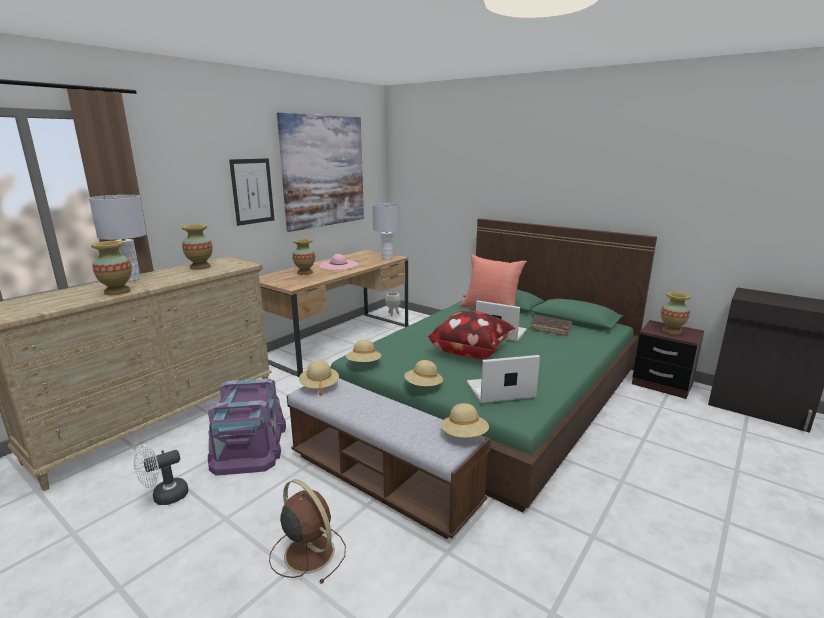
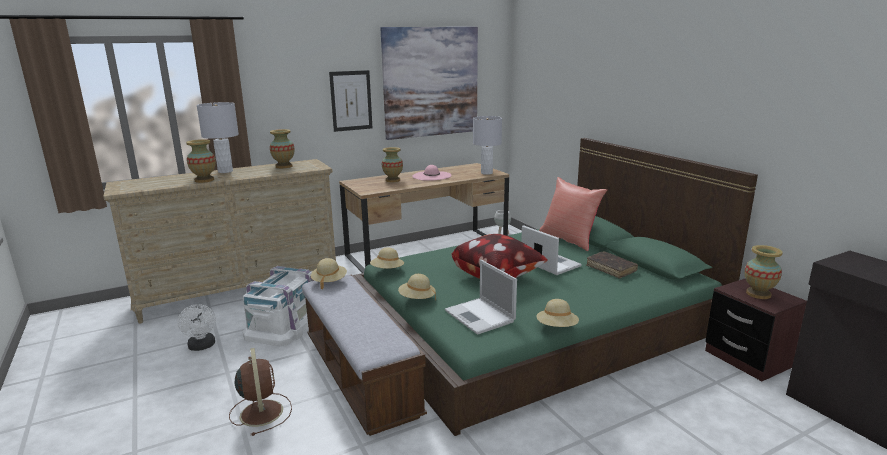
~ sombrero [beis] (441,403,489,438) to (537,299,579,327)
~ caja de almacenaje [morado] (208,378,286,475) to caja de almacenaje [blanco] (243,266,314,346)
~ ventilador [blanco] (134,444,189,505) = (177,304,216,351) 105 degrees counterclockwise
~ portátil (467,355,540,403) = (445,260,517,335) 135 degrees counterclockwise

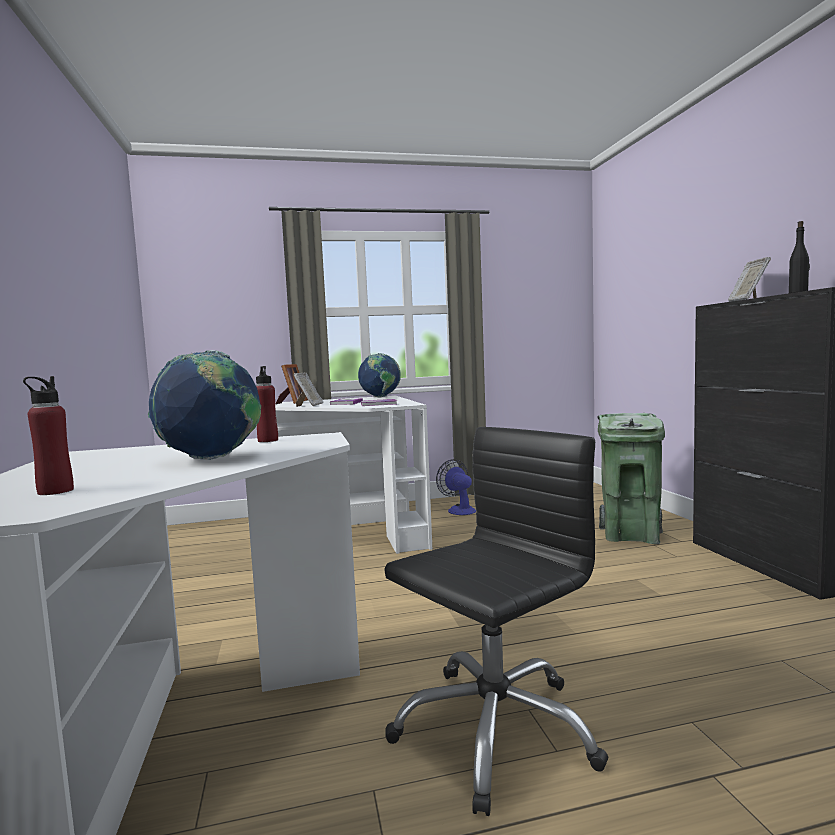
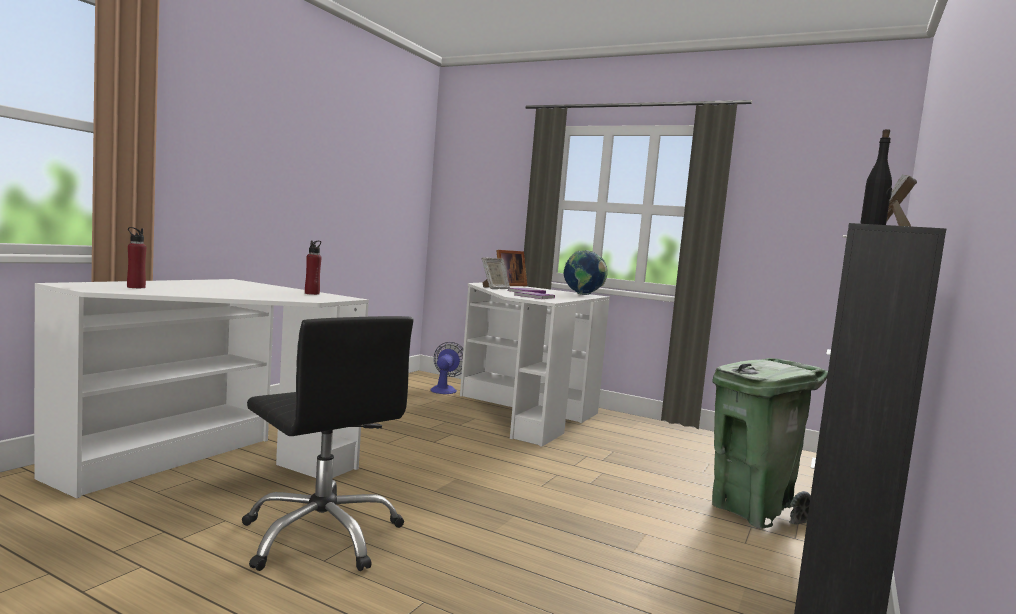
- globo terráqueo (148,350,261,460)
~ ventilador (436,459,476,515) to (430,342,463,394)
~ silla de oficina [negro] (384,427,609,816) = (242,316,413,571) 45 degrees clockwise

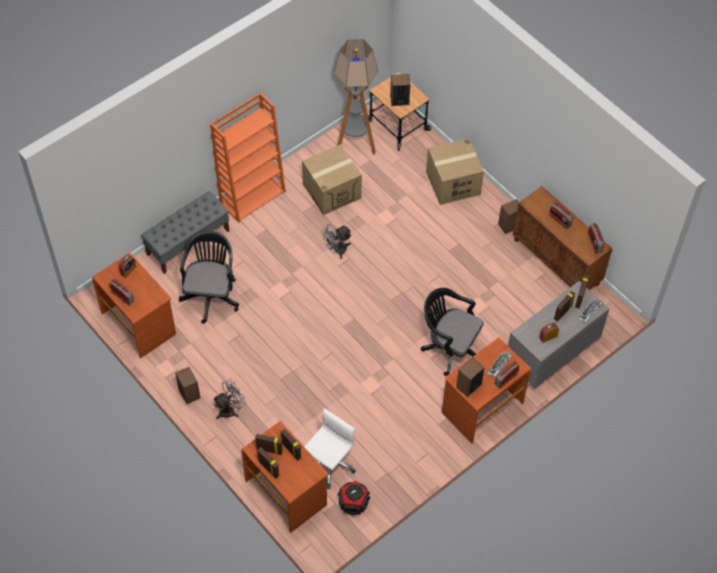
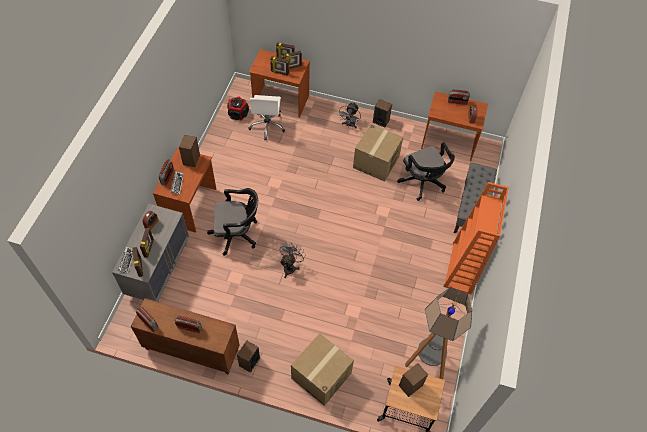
~ caja de cartón (302,144,362,215) to (353,124,403,182)
~ ventilador [gris] (321,224,352,259) to (280,242,306,278)

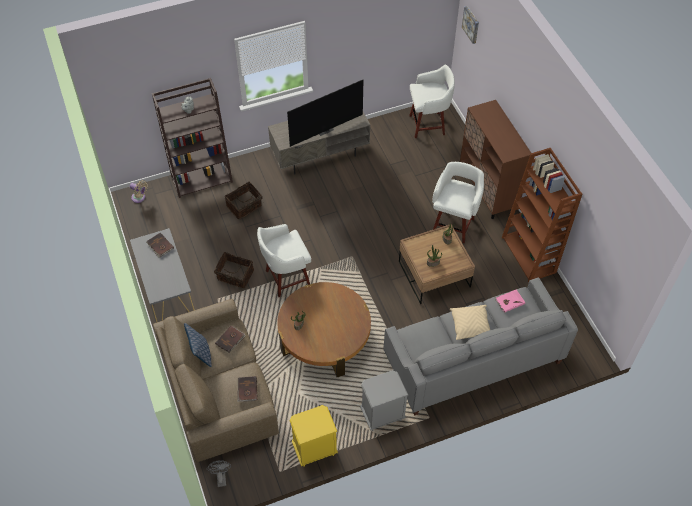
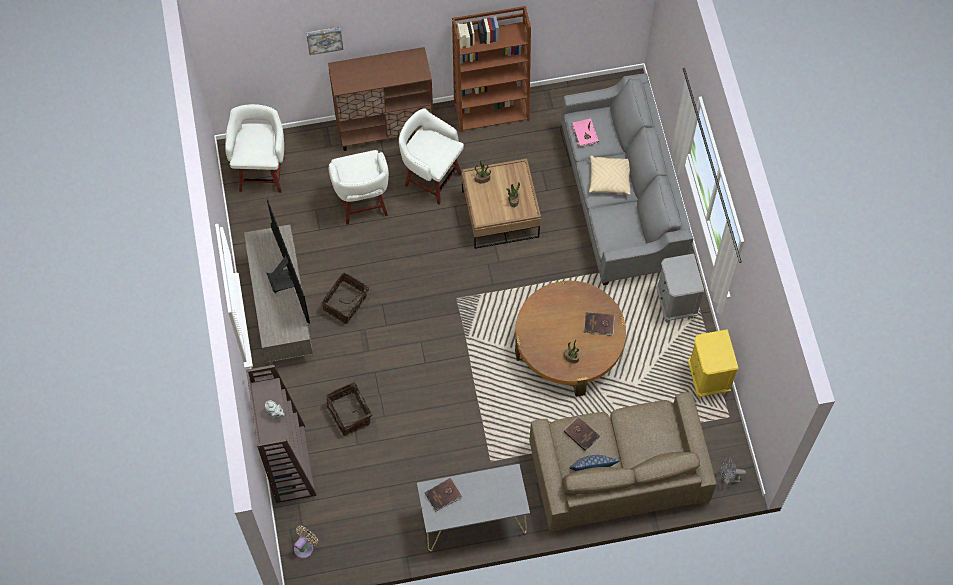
~ cesta (214,252,254,288) to (322,272,374,324)
~ libro [marrón] (237,376,258,402) to (584,313,615,336)
~ taburete [blanco] (257,224,311,297) to (329,150,389,225)
~ cuadro (462,6,479,44) to (306,27,343,55)

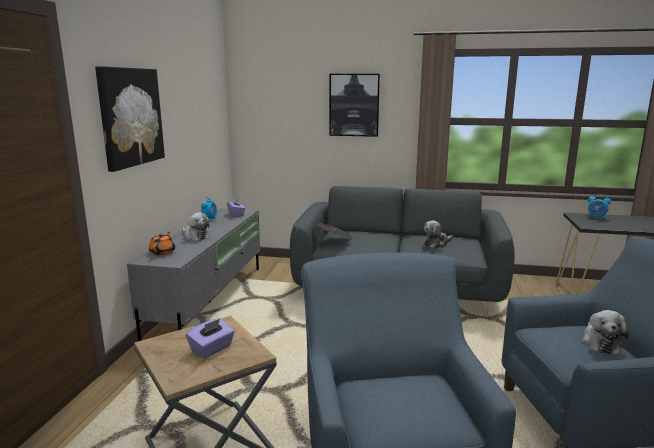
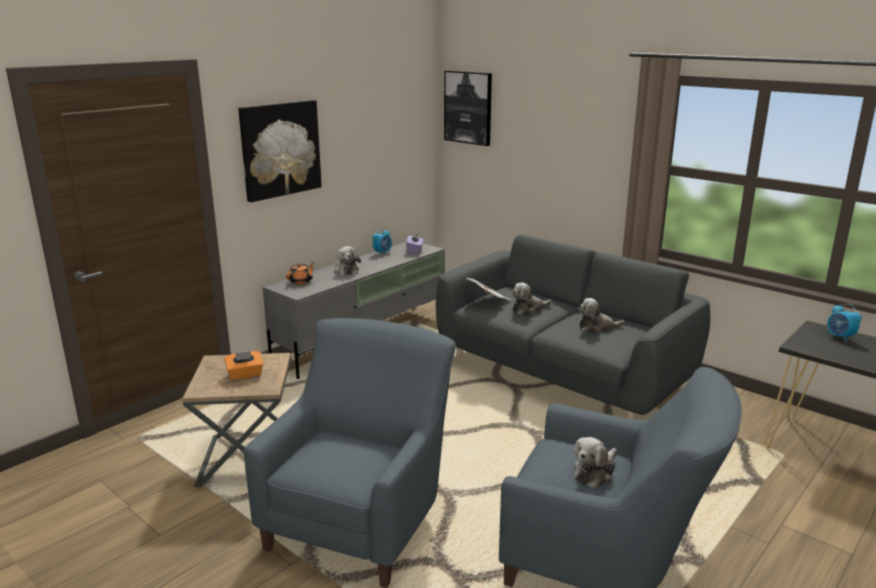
+ peluche (512,283,551,315)
~ cuadro (330,74,380,137) to (444,71,492,146)
~ caja de pañuelos [morado] (186,318,235,358) to caja de pañuelos [naranja] (224,351,263,381)

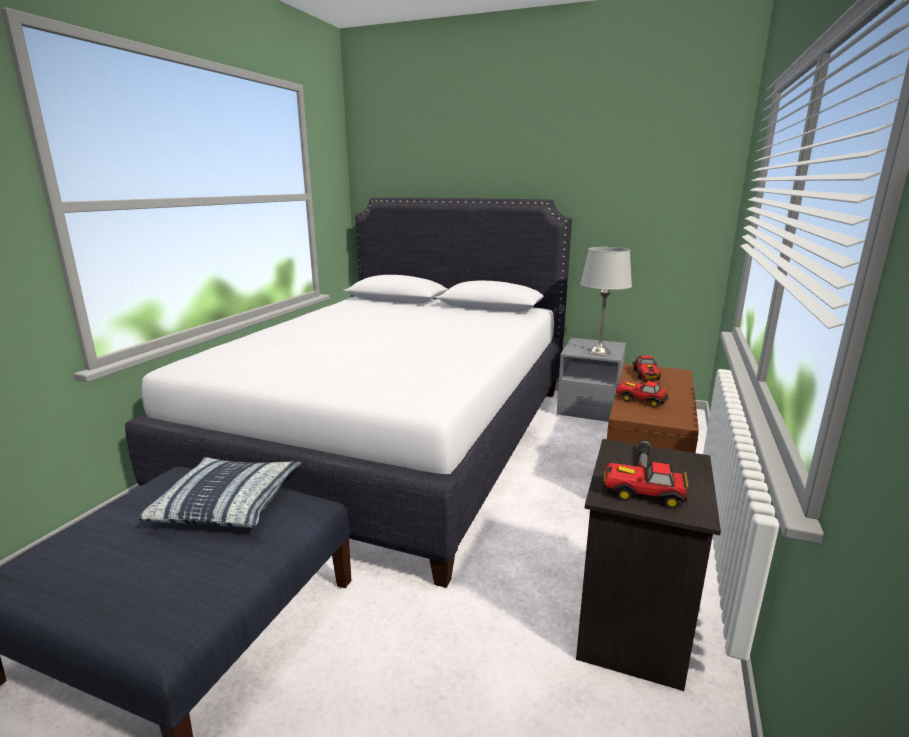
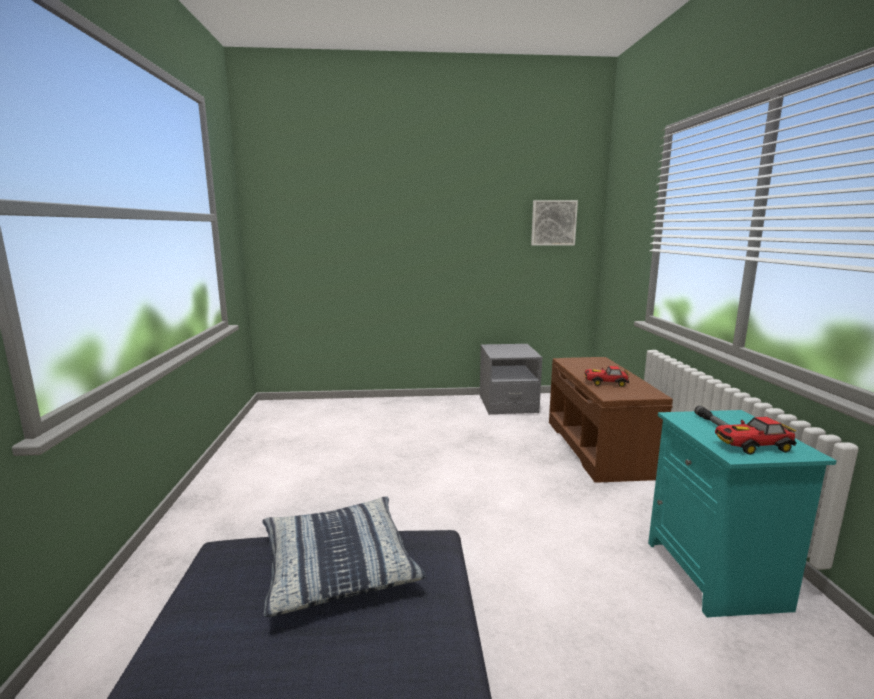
- cama [blanco] (125,198,572,588)
- lámpara de mesa [gris] (580,247,632,355)
- coche de juguete (633,356,661,379)
+ cuadro (531,200,578,246)
~ mesita de noche [negro] (576,439,721,691) to mesita de noche [turquesa] (648,410,837,618)

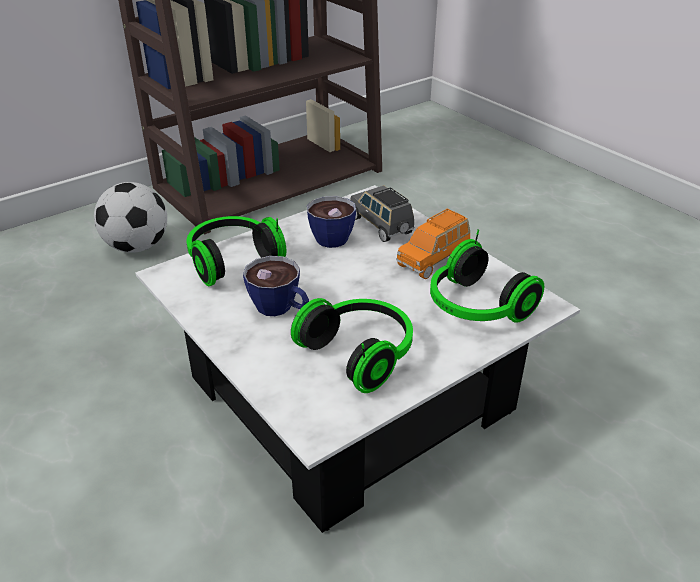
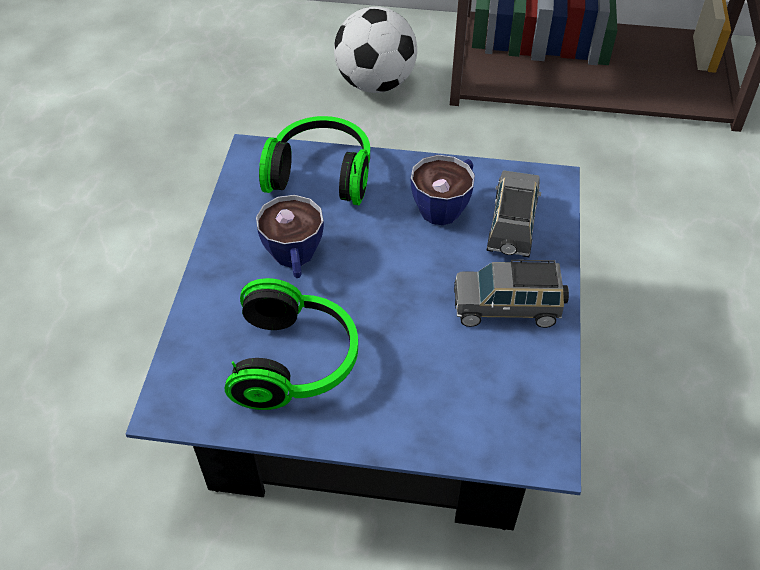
- auriculares (430,230,544,323)
~ mesa de centro [blanco] (135,185,580,533) to mesa de centro [azul] (126,134,581,530)
~ coche de juguete [naranja] (396,208,470,279) to coche de juguete [gris] (454,260,569,328)

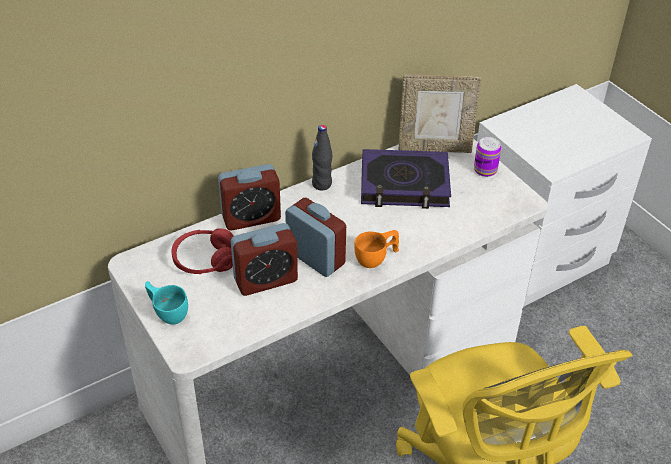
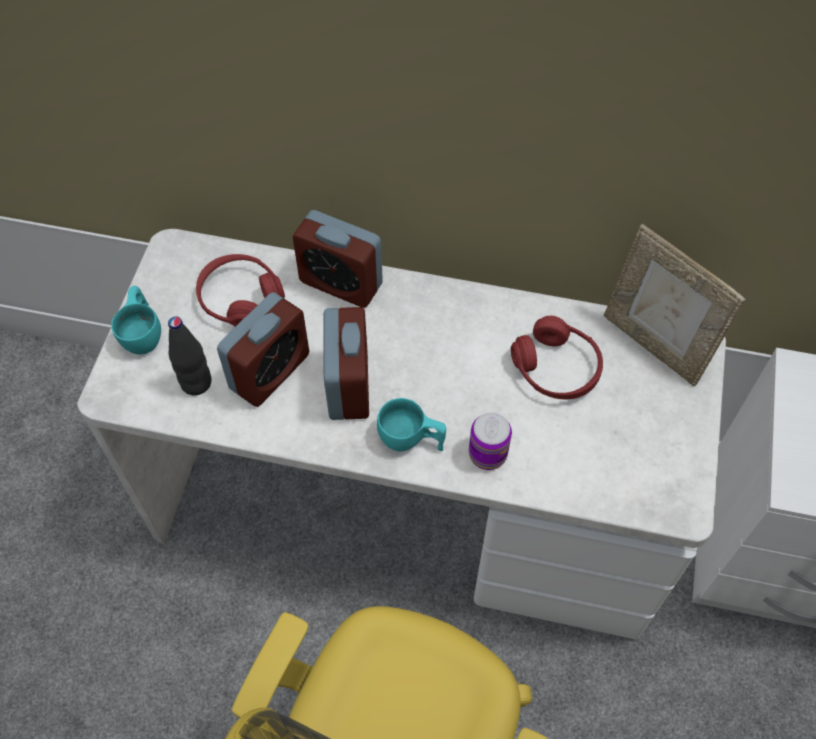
~ botella [negro] (312,125,332,190) to (168,316,211,396)
~ lata (474,137,501,177) to (469,412,512,470)
~ libro (361,149,451,209) to auriculares [rojo] (511,316,603,399)
~ taza [naranja] (354,230,399,268) to taza [turquesa] (377,398,446,451)
~ despertador (231,223,298,296) = (217,292,309,407) 75 degrees counterclockwise

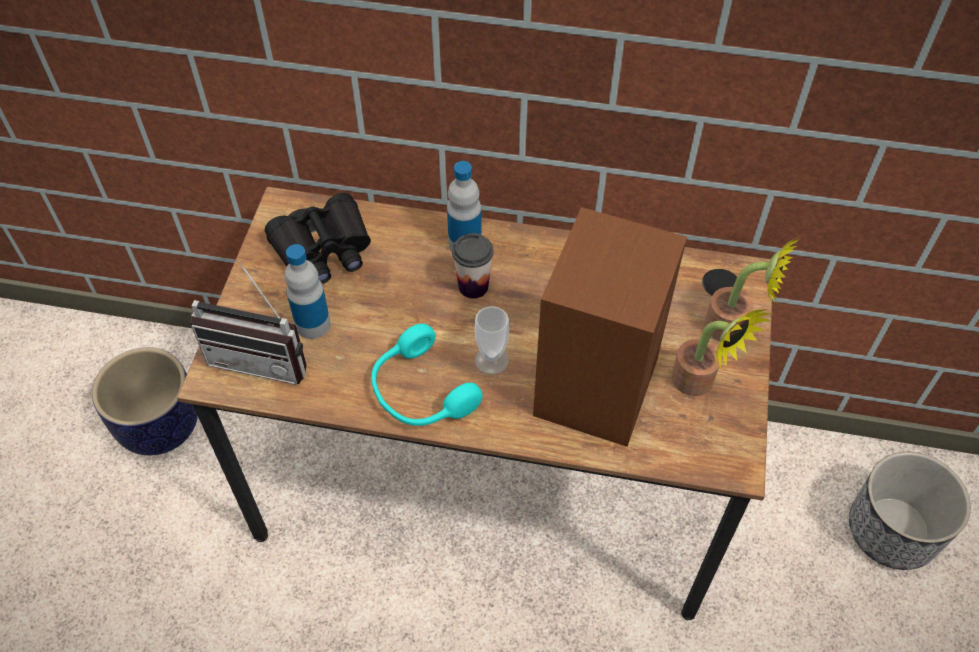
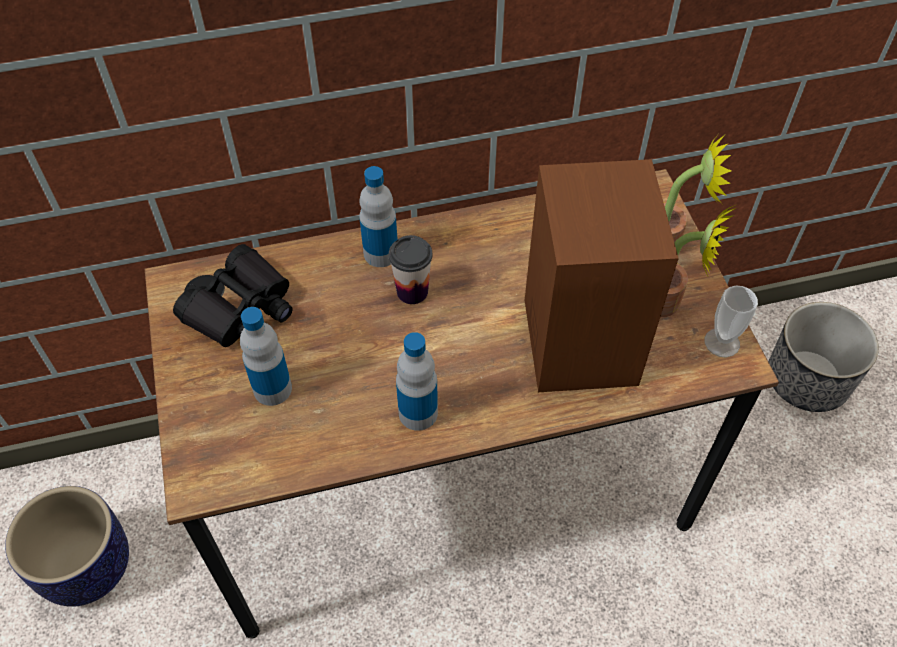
- radio (190,261,307,385)
~ taza (475,306,509,375) to (705,286,758,357)
~ auriculares [turquesa] (371,324,483,426) to botella (396,332,438,431)

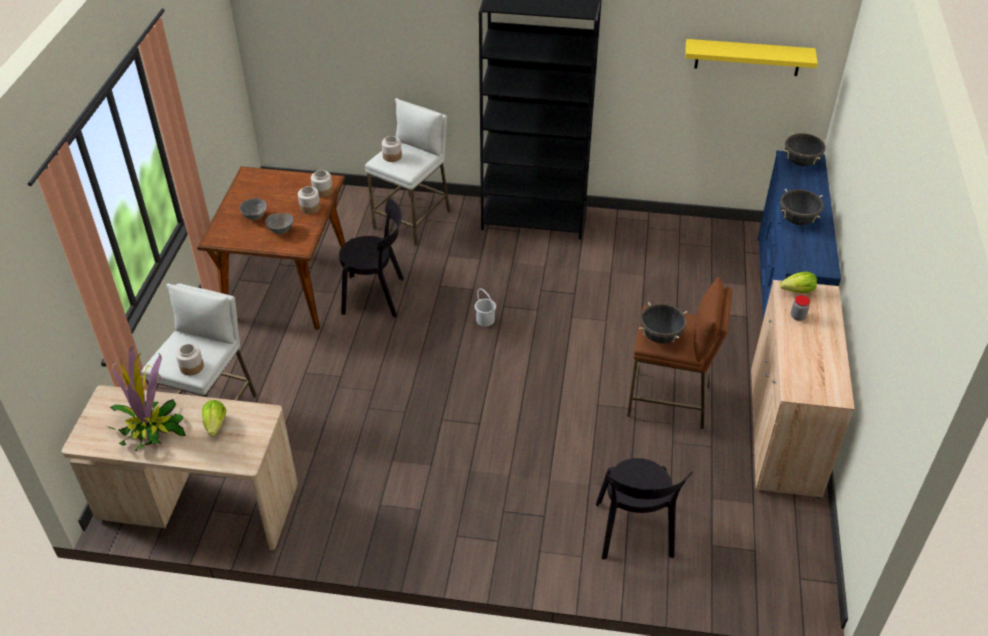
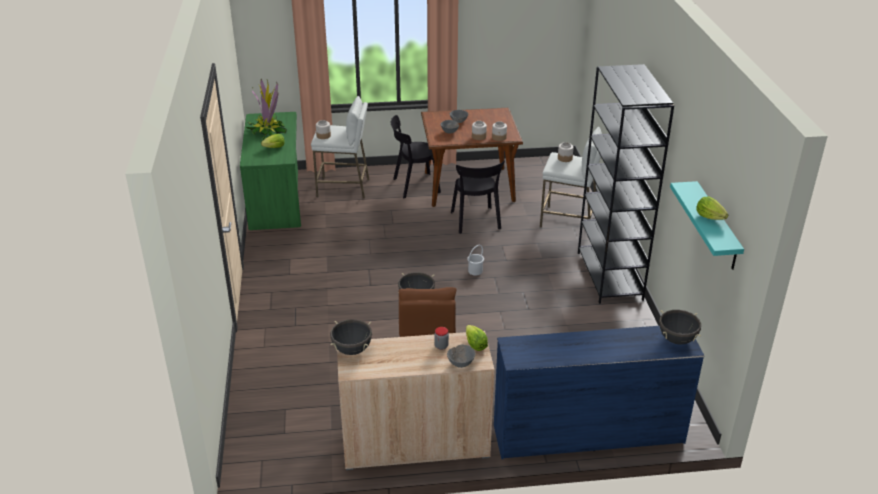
+ cuenco [gris] (447,344,475,368)
+ lechuga (696,196,728,220)
~ silla [negro] (596,458,693,560) to (391,115,441,198)
~ olla [negro] (780,189,824,225) to (330,319,372,355)
~ escritorio [beis] (61,385,298,550) to escritorio [verde] (240,112,301,230)
~ estante [amarillo] (685,39,818,76) to estante [turquesa] (670,181,744,270)

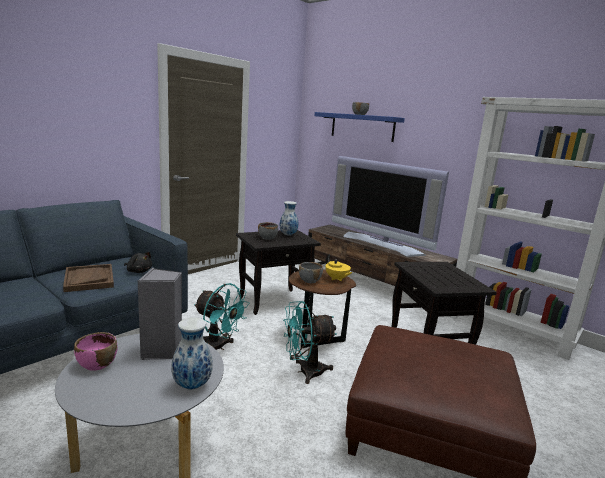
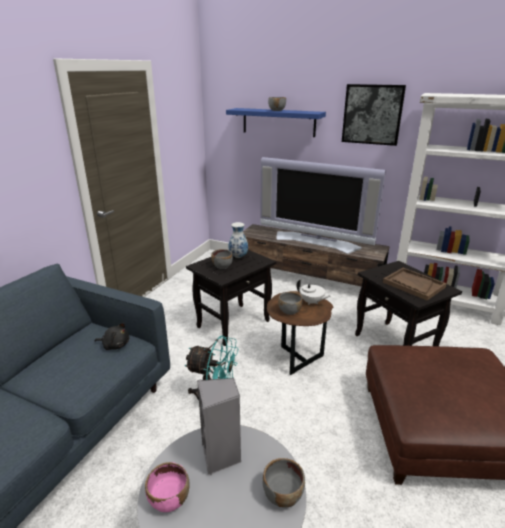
- ventilador [turquesa] (283,301,337,384)
+ cuadro (342,84,406,146)
~ bandeja [marrón] (63,264,114,292) to (383,268,447,300)
~ florero (171,318,213,390) to cuenco [gris] (263,458,305,507)
~ tetera [amarillo] (325,254,353,281) to tetera [blanco] (297,279,331,305)

